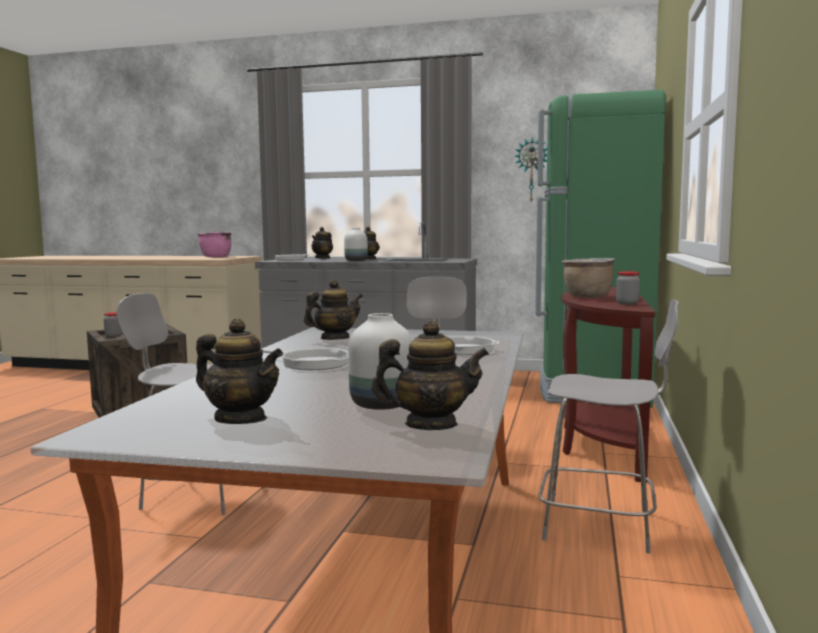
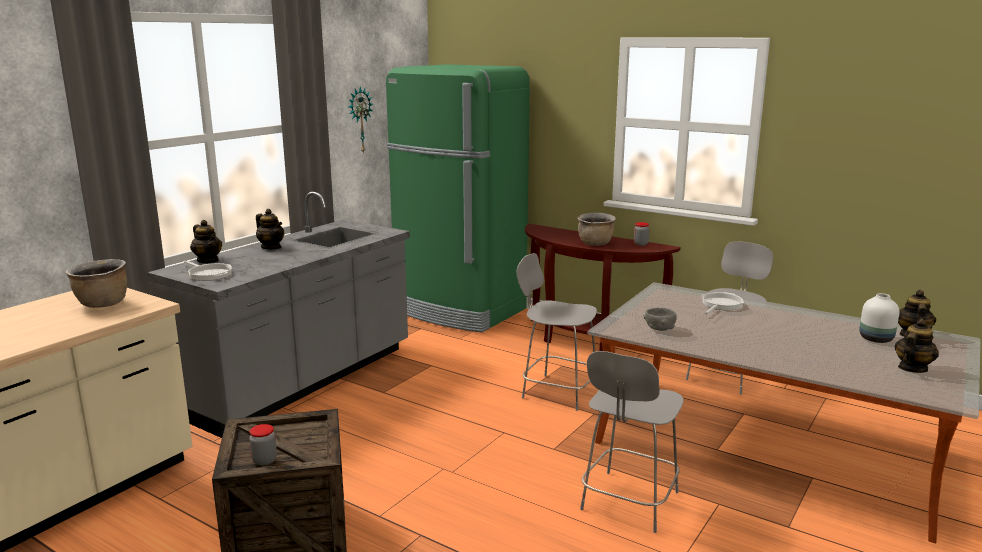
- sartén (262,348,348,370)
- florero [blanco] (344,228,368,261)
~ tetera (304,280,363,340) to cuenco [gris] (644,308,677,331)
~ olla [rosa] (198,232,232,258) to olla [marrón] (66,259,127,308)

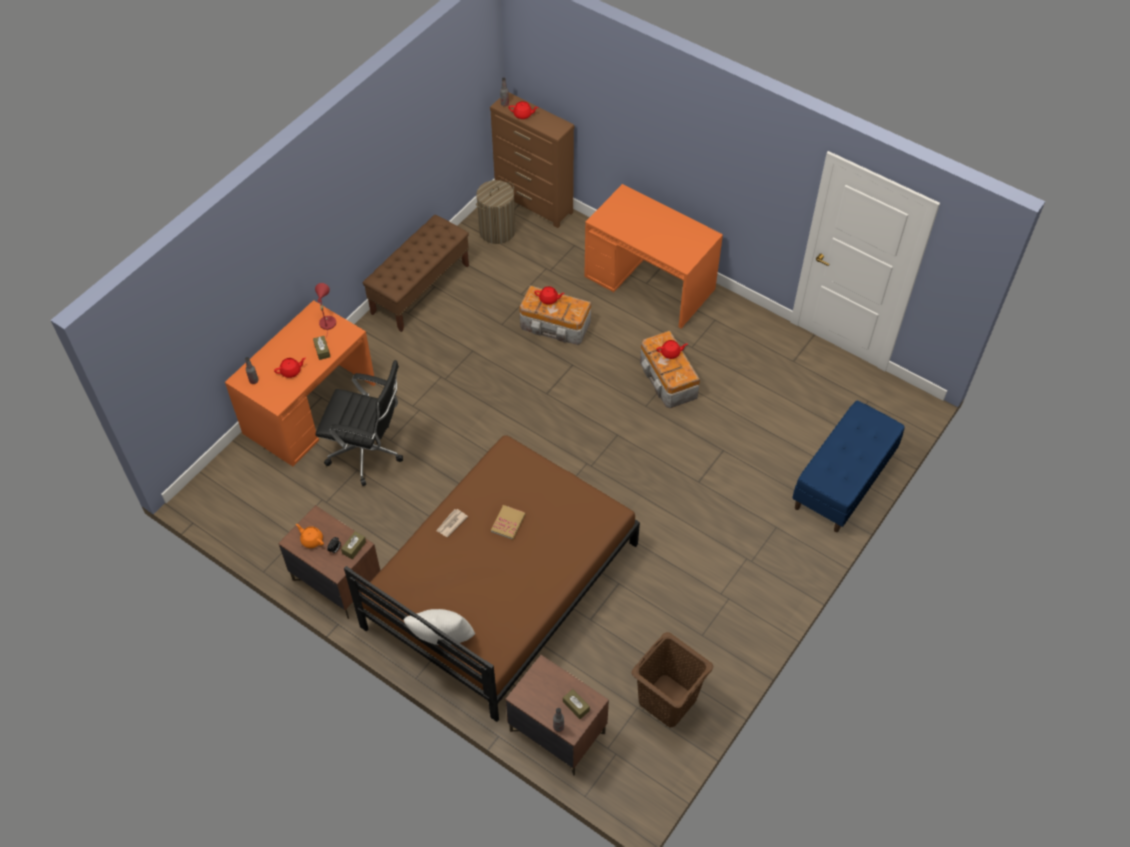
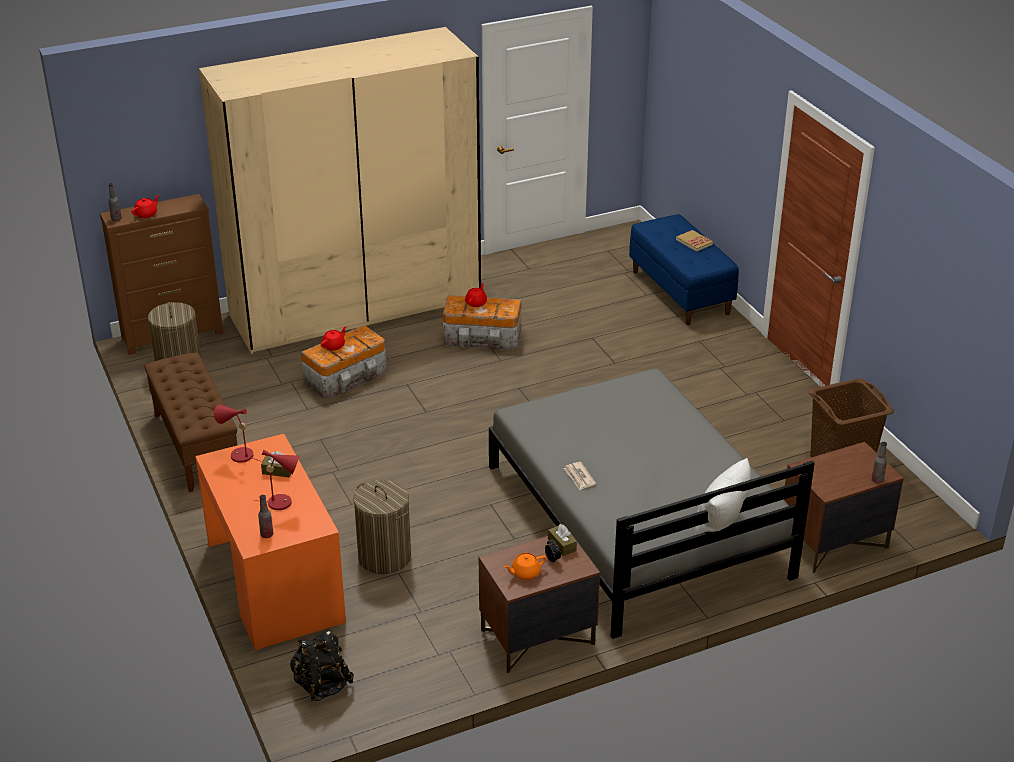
- caja de pañuelos [marrón] (563,689,590,719)
+ mochila [negro] (290,630,354,701)
~ libro (491,505,525,540) to (676,230,714,252)
~ tetera [rojo] (274,358,306,378) to lámpara de mesa [rojo] (254,450,299,510)
~ silla de oficina [negro] (315,360,403,486) to cesto de la ropa (353,480,411,574)
~ escritorio [naranja] (584,184,723,328) to armario ropero [beis] (199,27,481,354)
~ cama [marrón] (344,435,640,722) to cama [gris] (489,369,815,639)

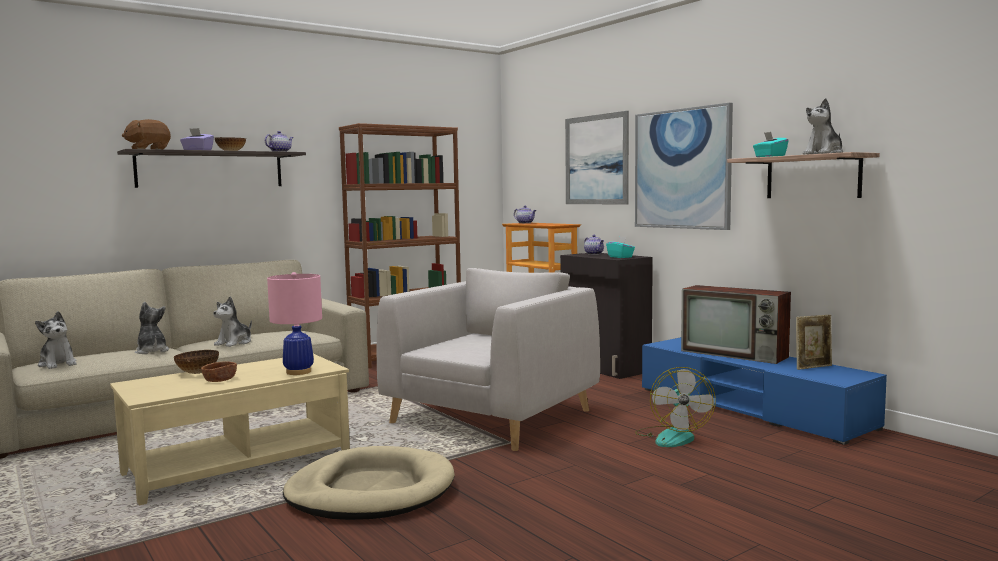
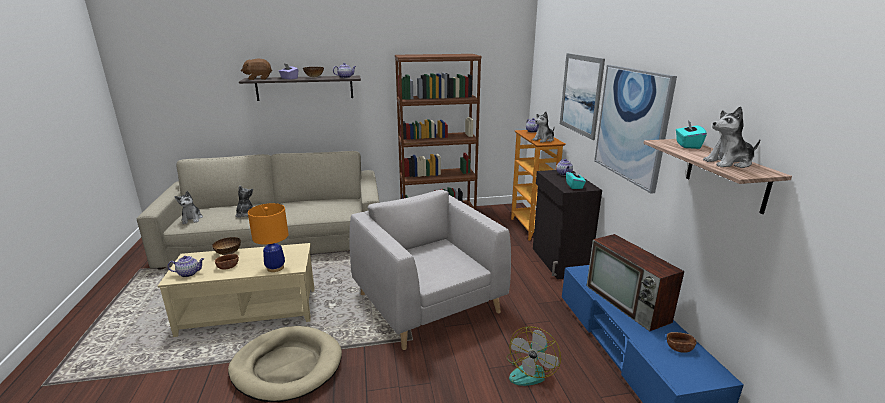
+ tetera (168,256,204,277)
~ peluche (213,297,252,347) to (533,111,555,143)
~ portarretratos (796,315,832,370) to cuenco [marrón] (667,332,697,352)
~ lámpara de mesa [rosa] (267,272,322,375) to lámpara de mesa [naranja] (248,203,289,272)
~ sillón [gris] (376,268,600,451) = (349,190,511,350) 90 degrees counterclockwise

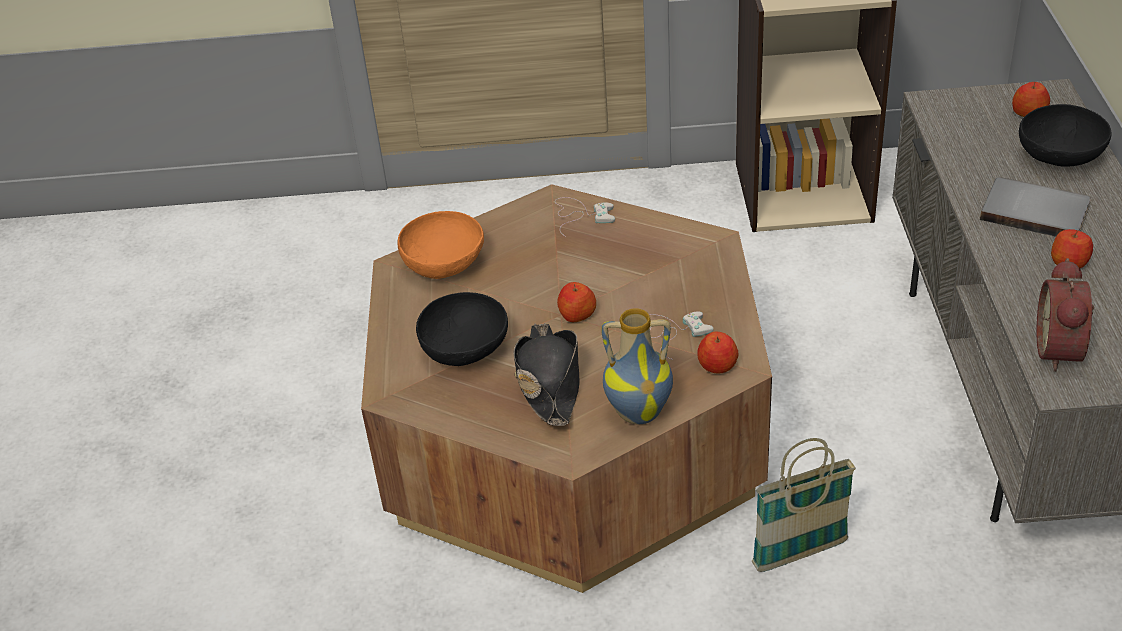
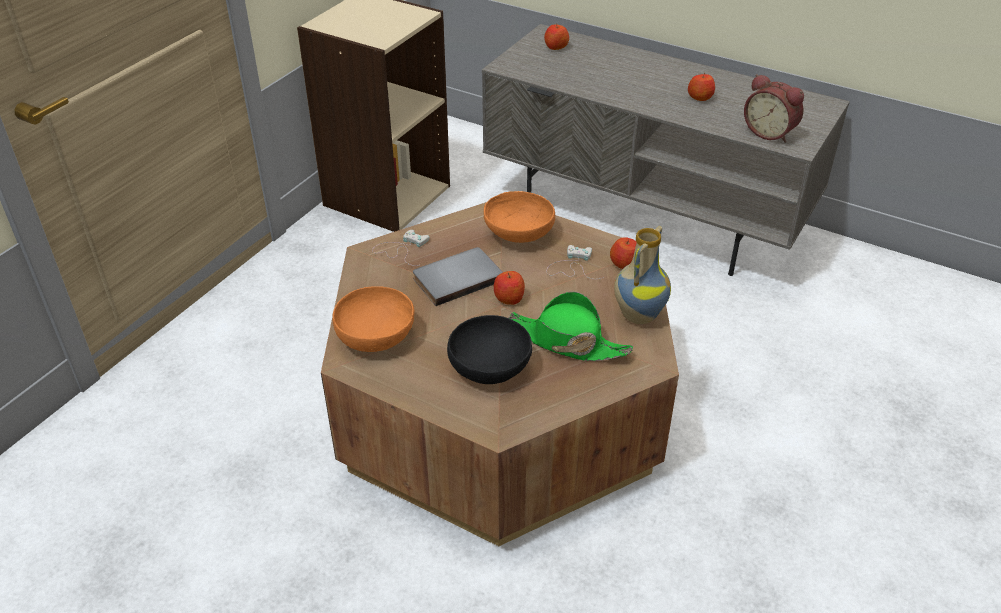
- cesta (752,438,856,572)
- cuenco [negro] (1019,104,1112,167)
+ cuenco [naranja] (484,191,555,243)
~ libro [gris] (980,177,1091,237) to (413,247,503,306)
~ sombrero [negro] (514,323,580,426) to sombrero [verde] (508,291,633,361)

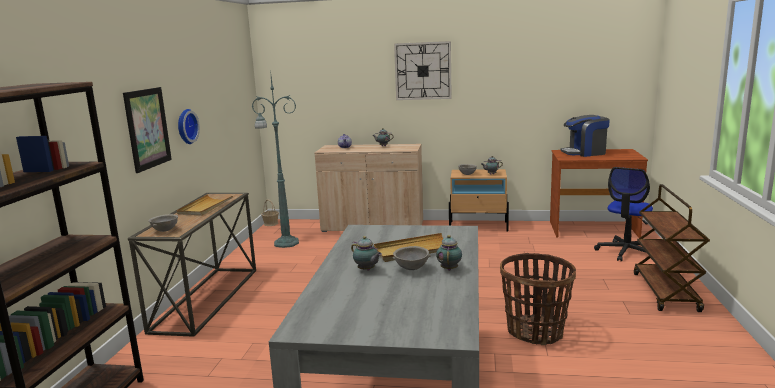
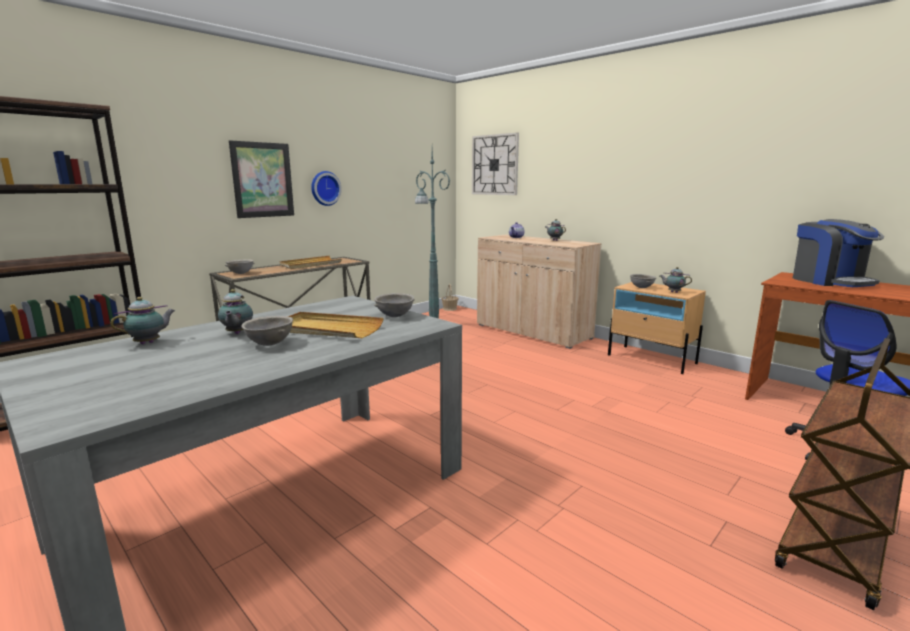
- cesta (500,253,576,345)
+ cuenco [gris] (374,293,415,317)
~ reloj de pared (394,41,452,100) to (472,132,519,195)
~ tetera (436,235,462,271) to (110,297,175,344)
~ cafetera (561,115,610,157) = (793,219,884,287) 135 degrees counterclockwise

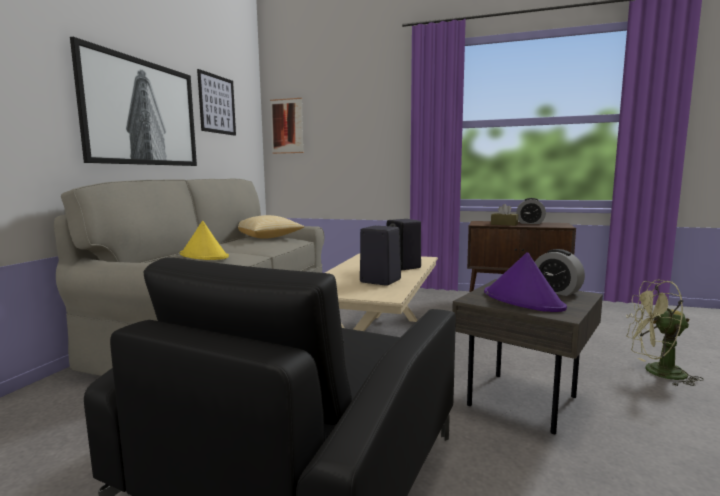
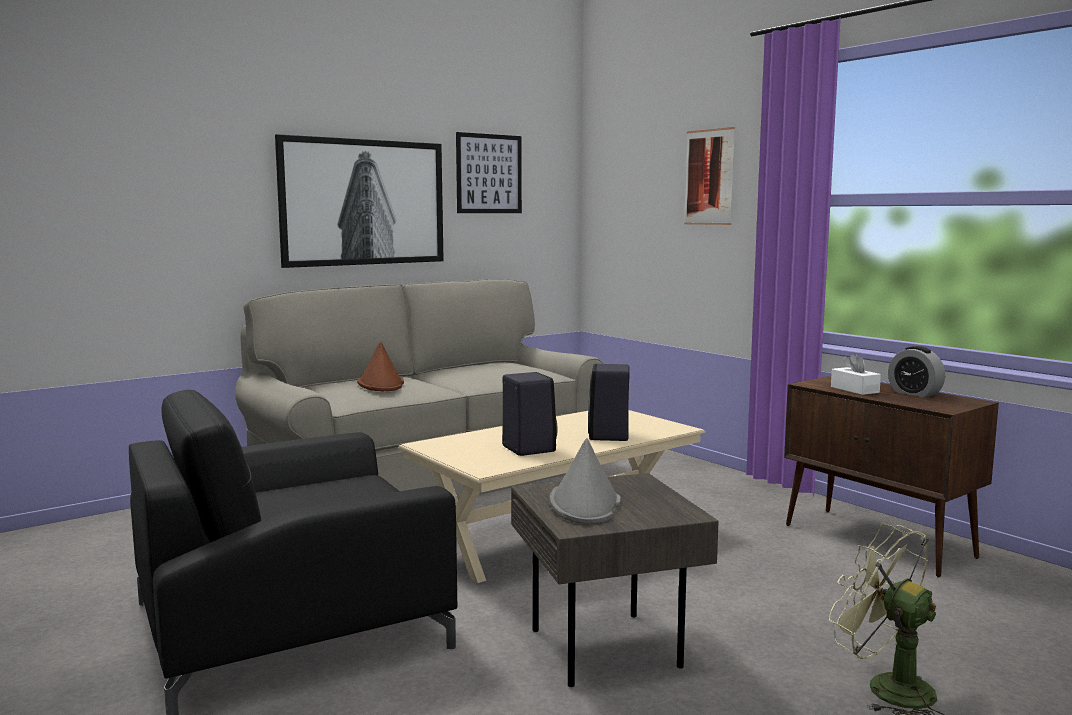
- cojín (238,215,304,239)
- despertador (535,249,585,296)
~ cuadro (270,98,304,154) to (684,127,735,225)
~ sombrero [amarillo] (180,221,229,260) to sombrero [marrón] (357,341,404,391)
~ sombrero [morado] (484,252,567,312) to sombrero [gris] (549,438,621,524)
~ caja de pañuelos [marrón] (491,204,518,226) to caja de pañuelos [blanco] (831,353,881,395)

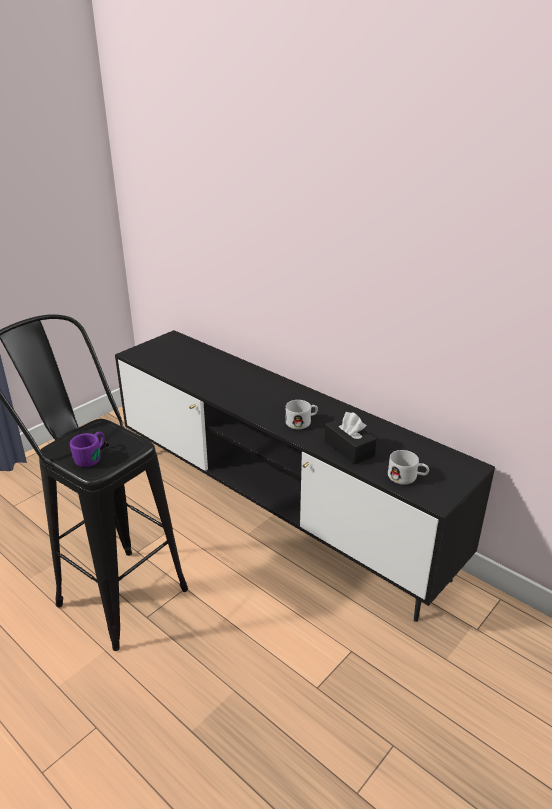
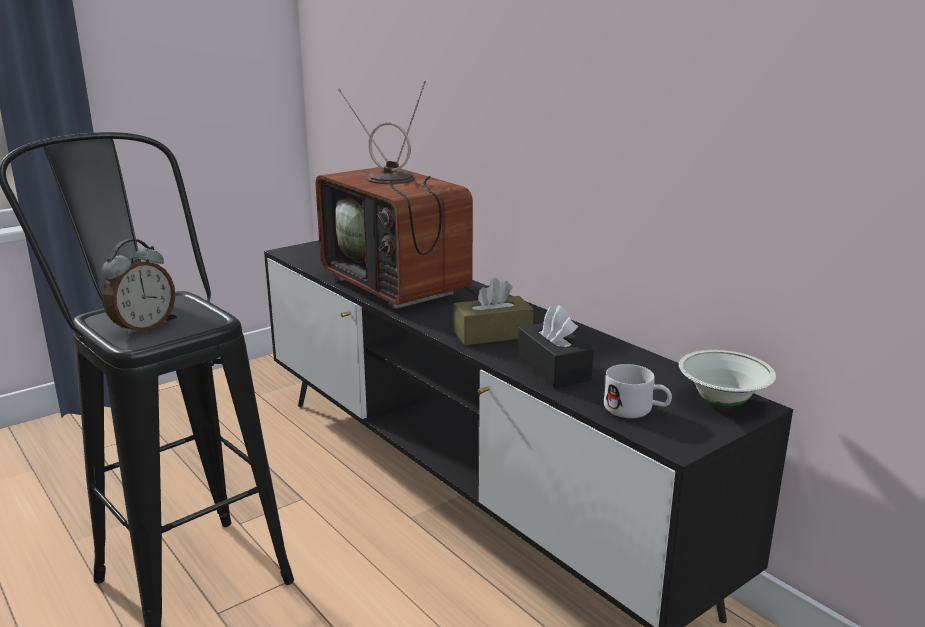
+ televisor (316,80,478,309)
+ cuenco [blanco] (679,350,776,406)
~ taza grande [morado] (70,431,105,467) to despertador (102,239,175,336)
~ taza grande [blanco] (285,400,318,430) to caja de pañuelos [marrón] (454,277,533,346)

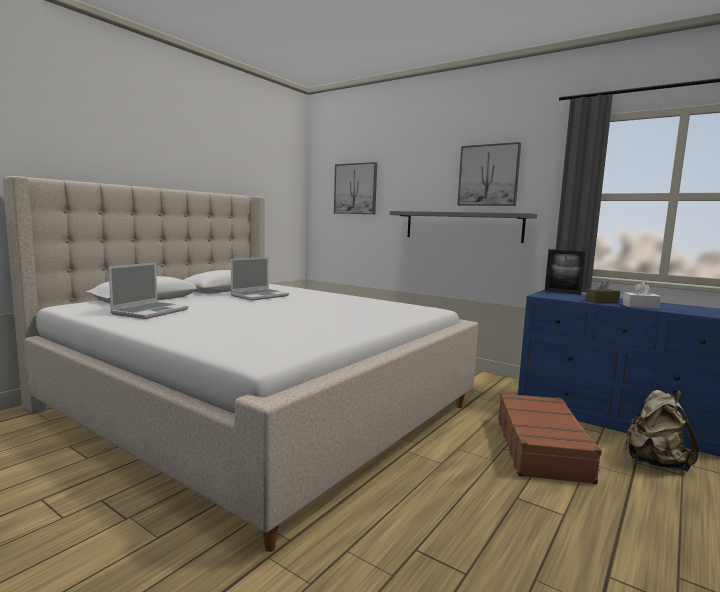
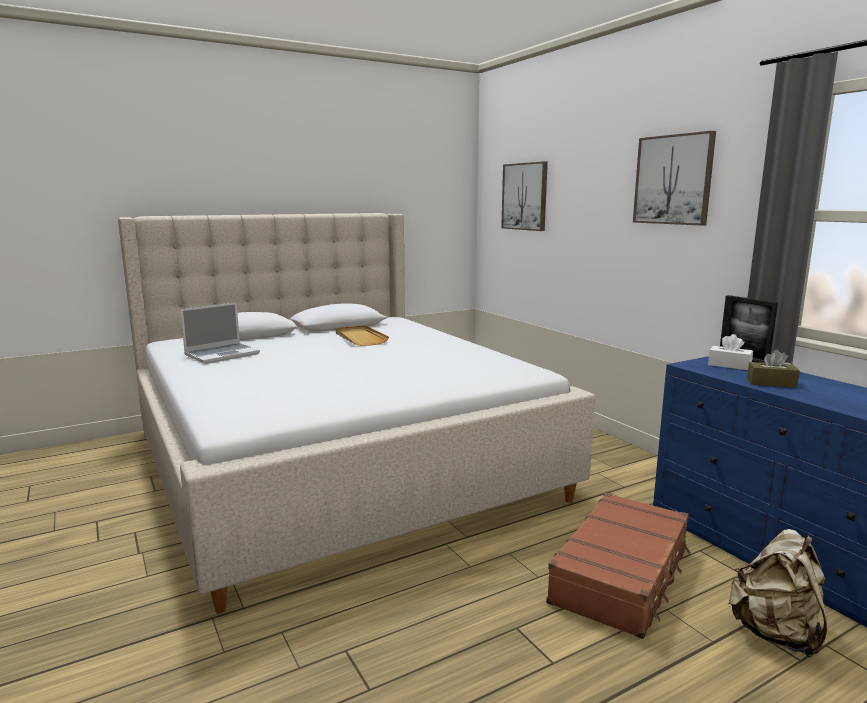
- estante [gris] (390,211,537,243)
~ caja de pañuelos [blanco] (623,282,661,309) to (708,334,753,370)
~ portátil (231,257,289,301) to bandeja [beis] (335,325,389,346)

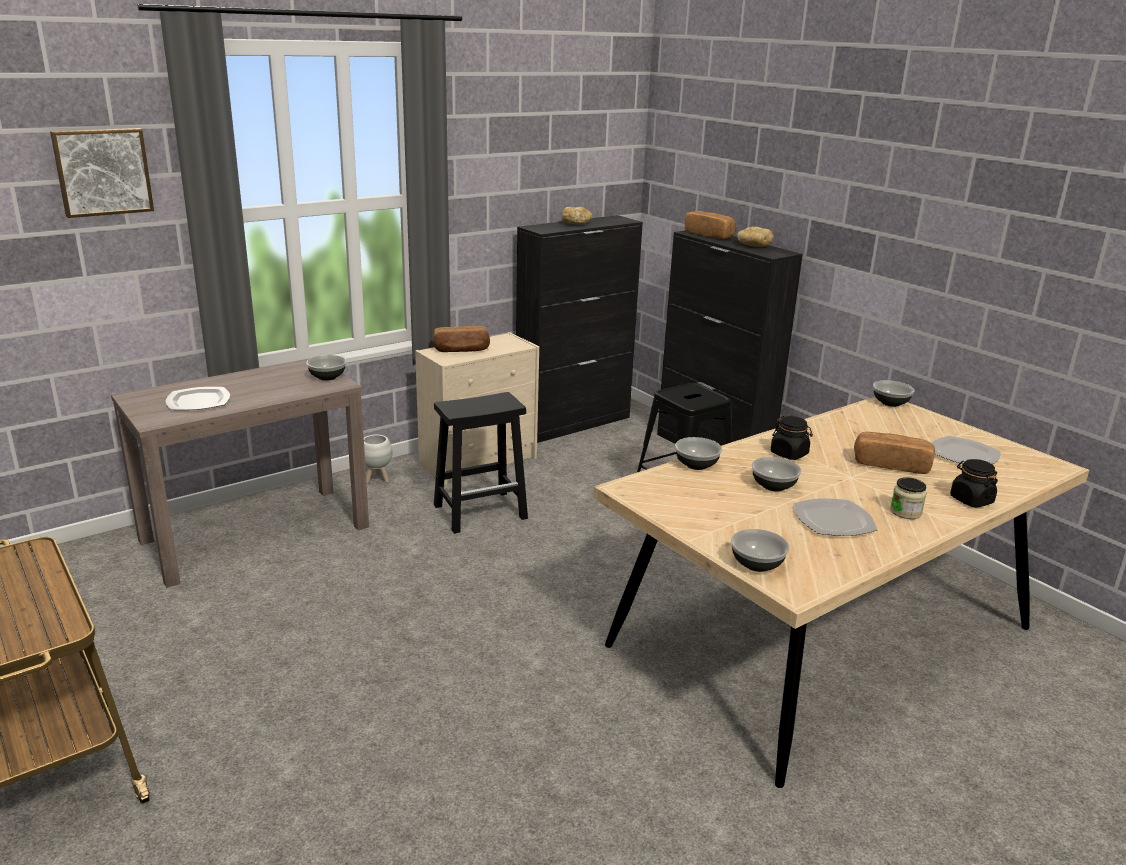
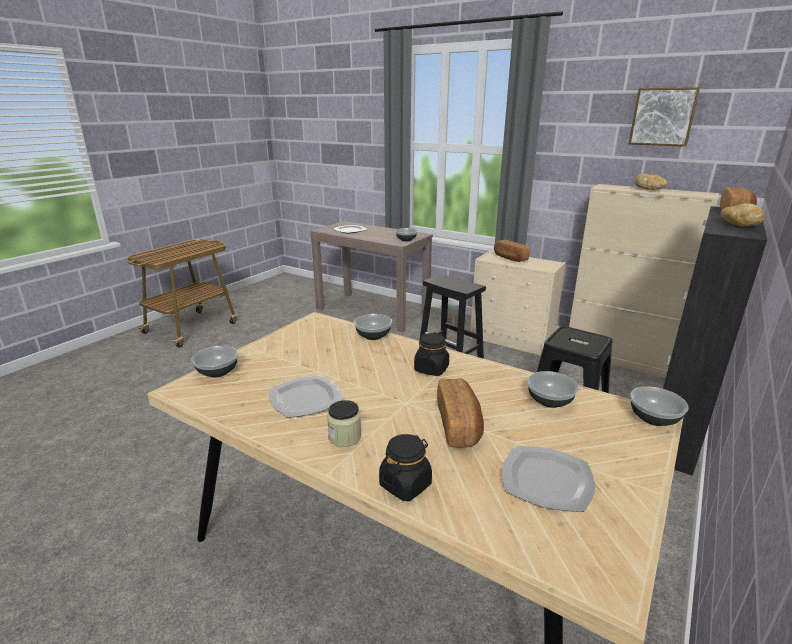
~ cuadro (50,128,154,218) to (629,87,700,147)
~ cuenco (752,457,801,491) to (527,371,579,408)
~ armario [negro] (516,215,643,443) to armario [beis] (569,184,719,378)

